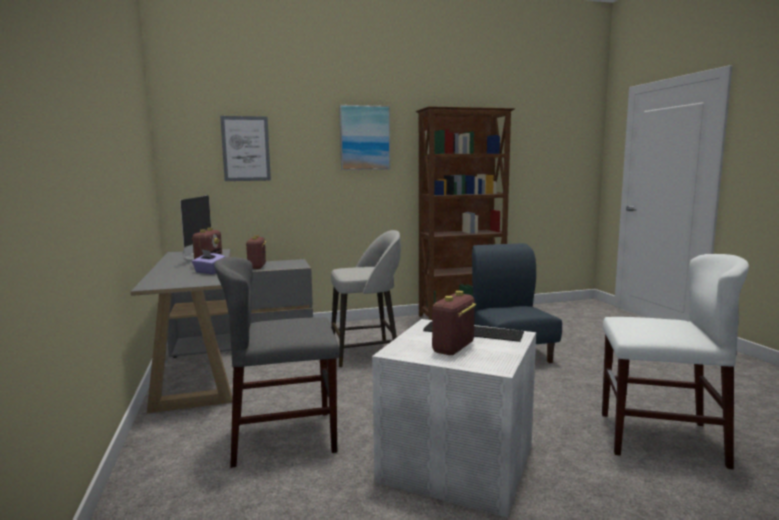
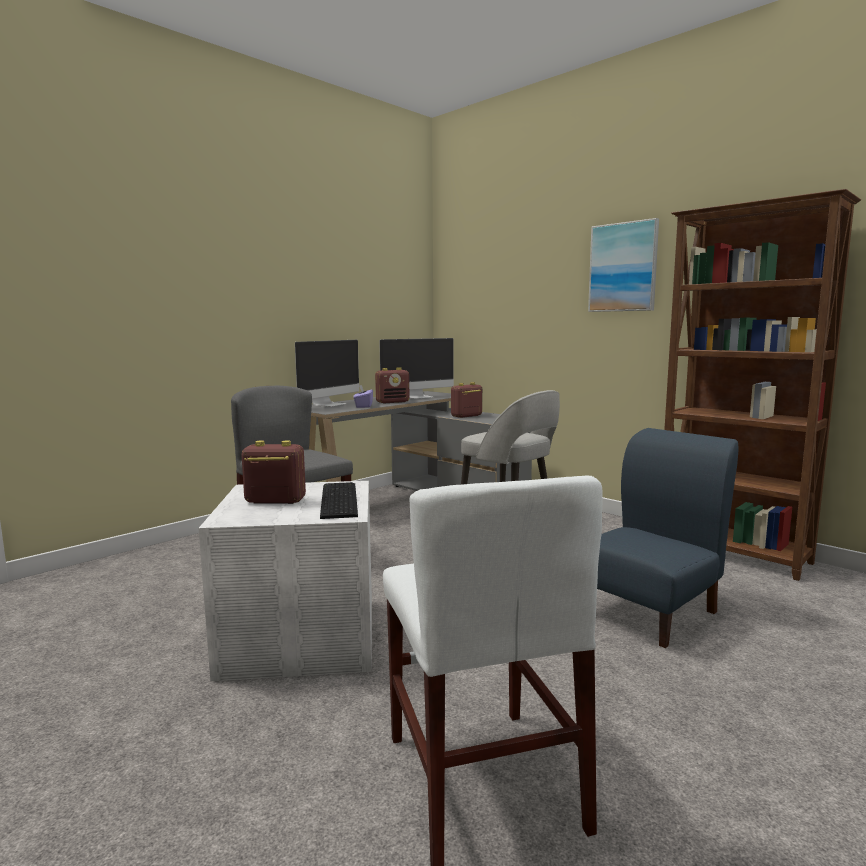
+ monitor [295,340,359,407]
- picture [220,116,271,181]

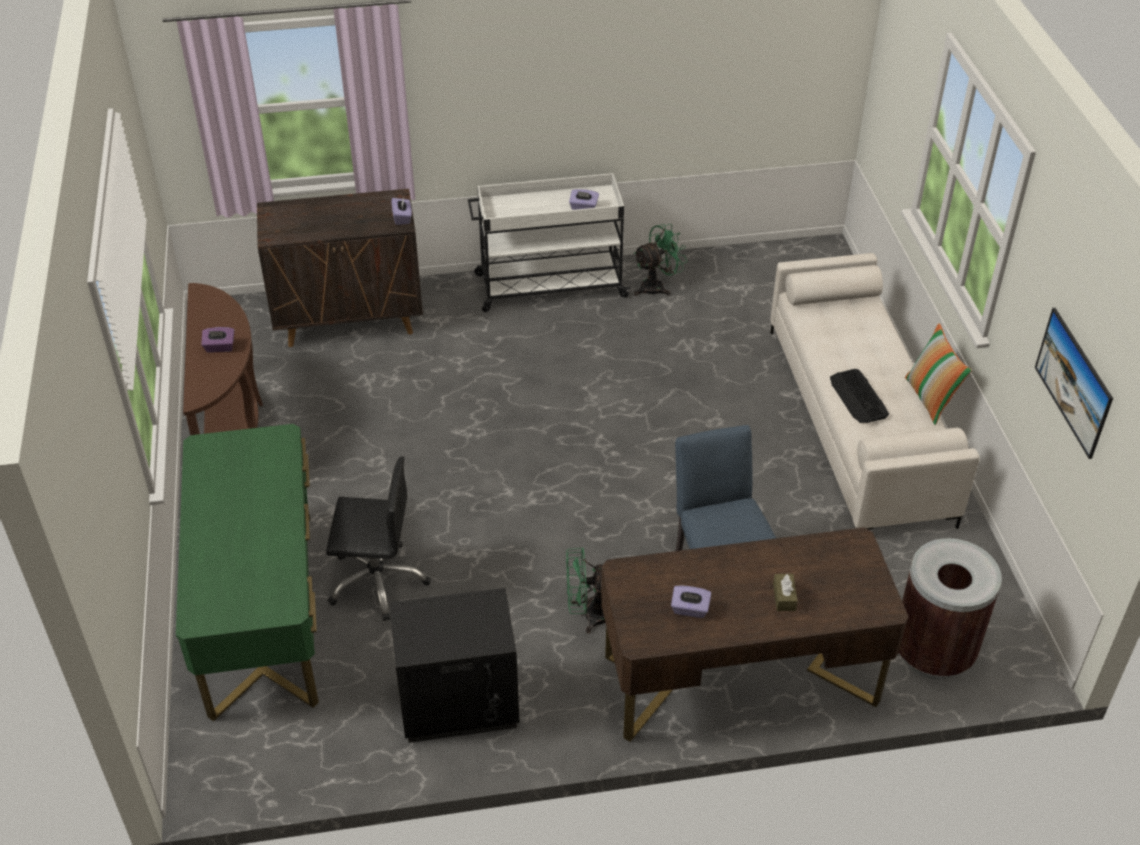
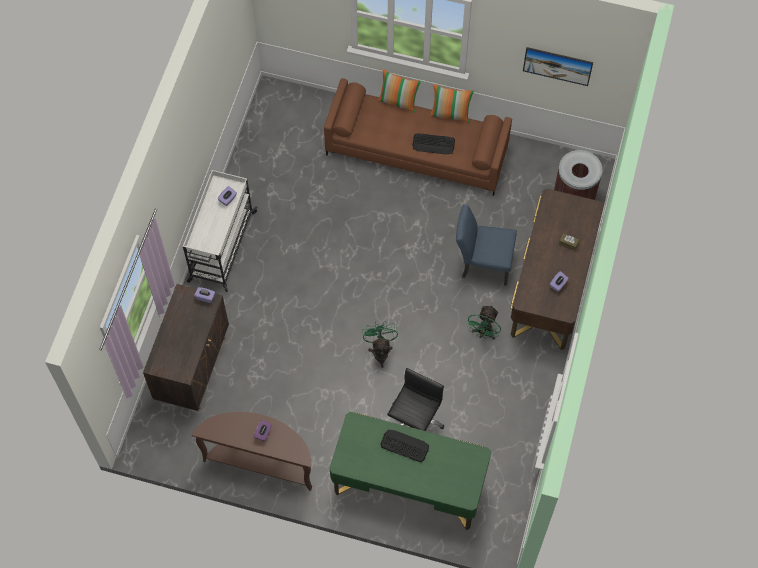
~ white sofa [770,253,979,530] to brown sofa [324,78,512,196]
~ green fan [634,224,687,296] to [362,321,398,368]
+ pillow [378,69,421,113]
+ keyboard [381,430,429,462]
- black nightstand [390,588,520,743]

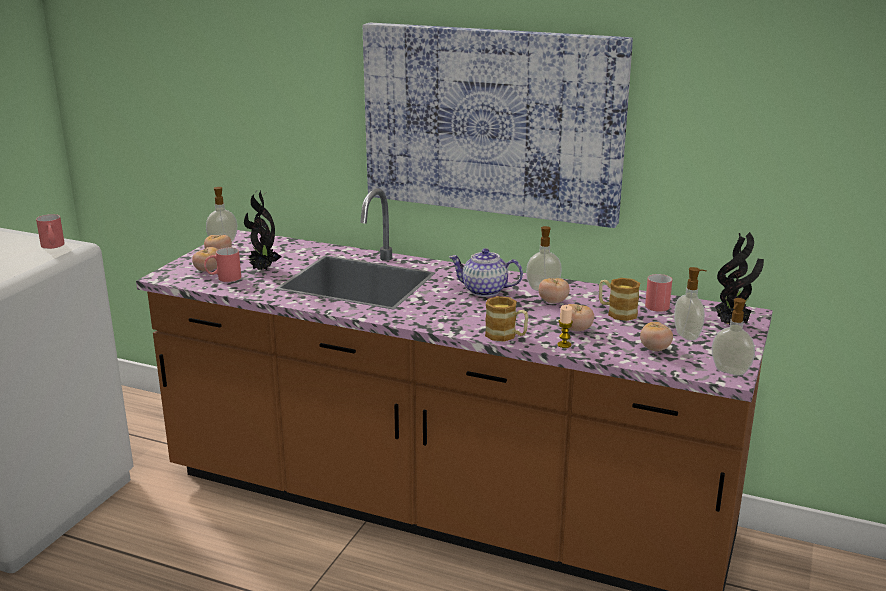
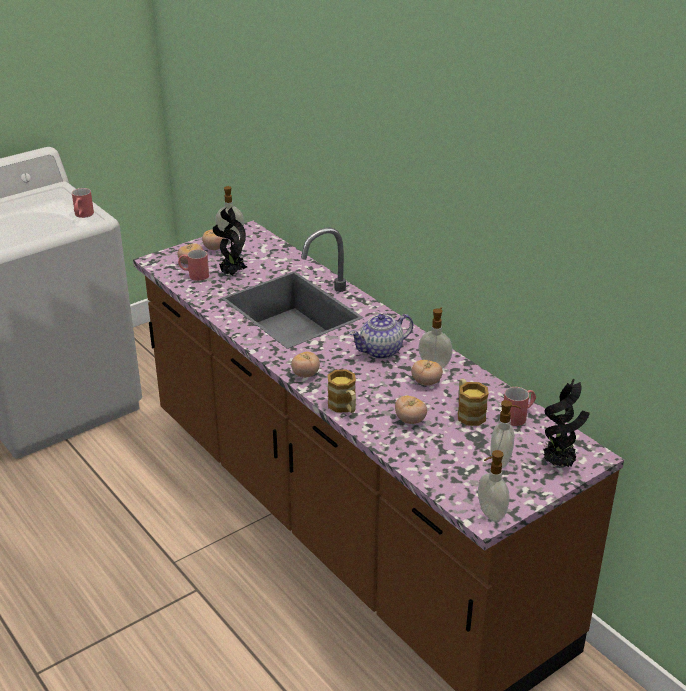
~ tomato [640,322,673,351] to [291,352,320,378]
~ teapot [449,248,523,297] = [349,314,413,359] 75 degrees counterclockwise
- picture [363,23,633,228]
- candle [557,305,573,348]

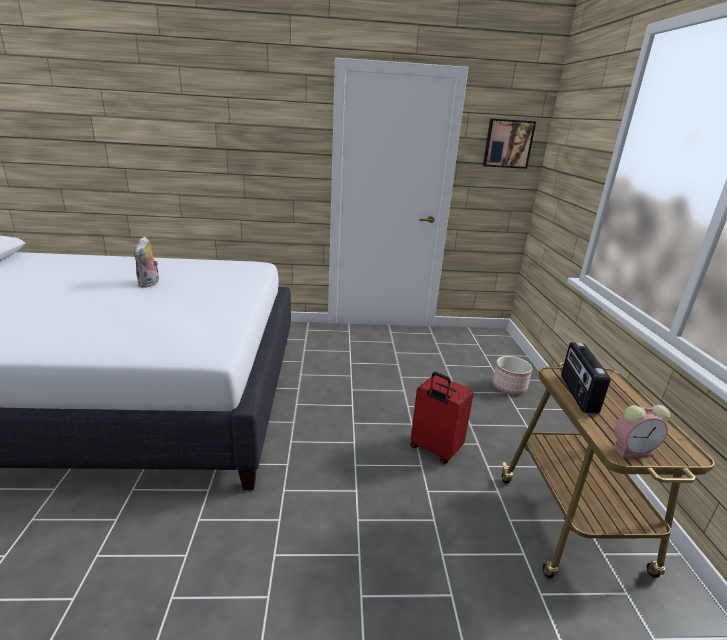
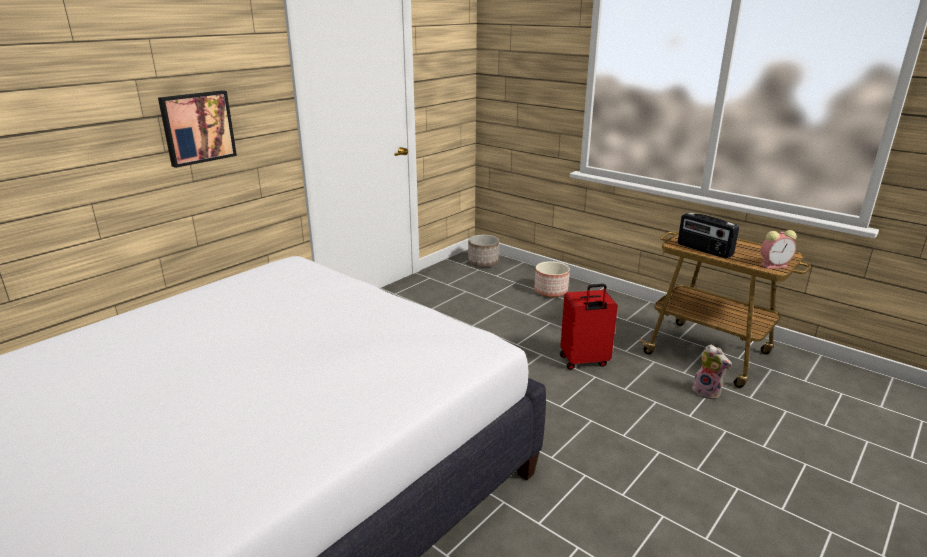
~ picture [483,119,536,169] to [158,90,237,168]
+ planter [468,235,499,267]
~ plush toy [134,236,159,288] to [691,344,732,400]
~ alarm clock [612,405,670,458] = [760,230,797,269] 45 degrees clockwise

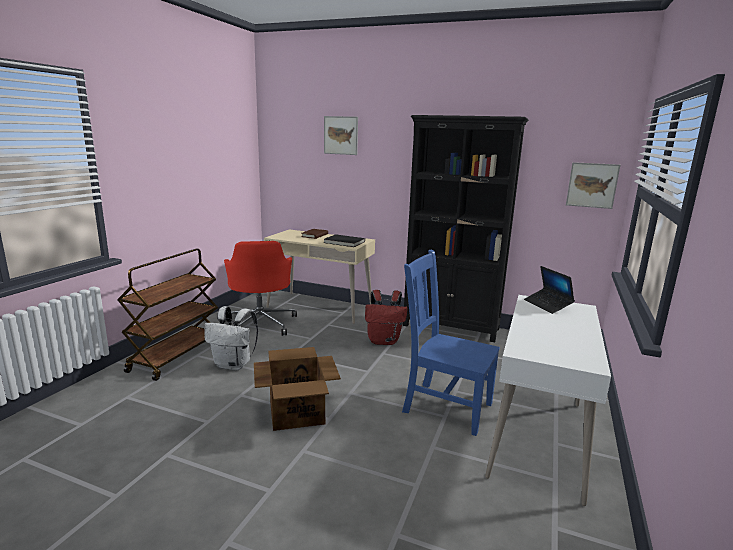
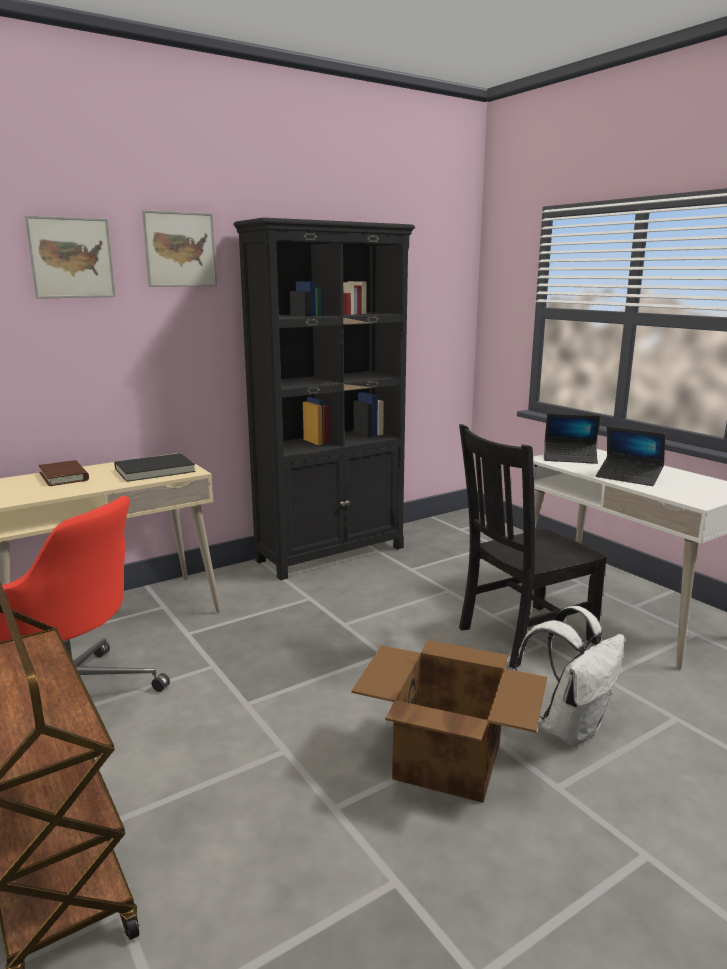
~ picture [566,162,620,209] to [142,210,217,287]
~ blue chair [402,249,500,436] to black chair [459,424,607,669]
~ white backpack [204,306,258,370] to [515,606,625,746]
+ laptop [596,427,665,486]
- red backpack [365,290,408,345]

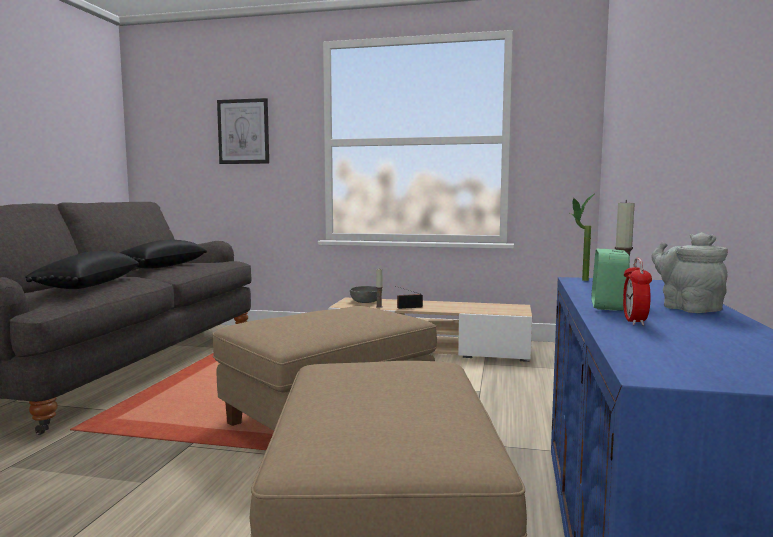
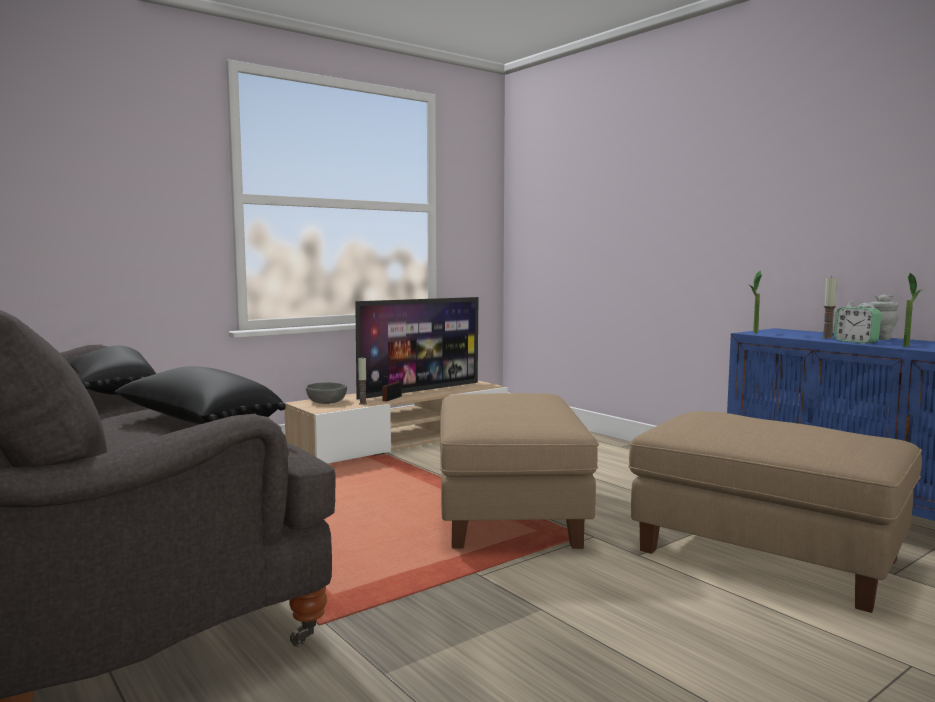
+ television [355,297,478,400]
~ alarm clock [623,258,652,326] to potted plant [903,273,923,347]
- picture [217,98,269,164]

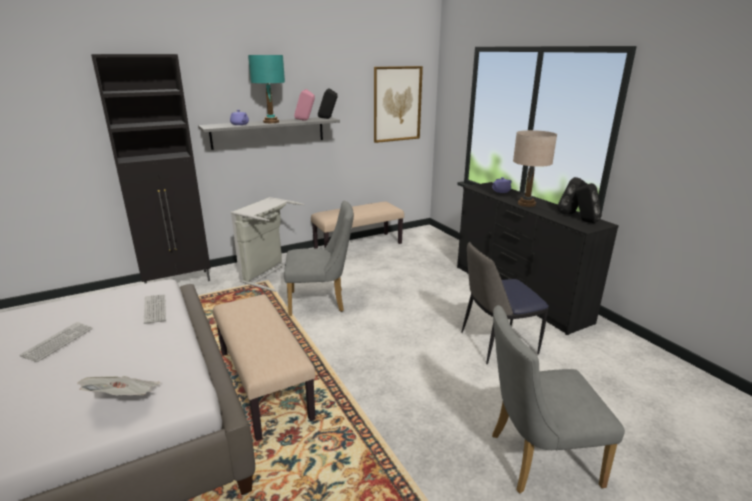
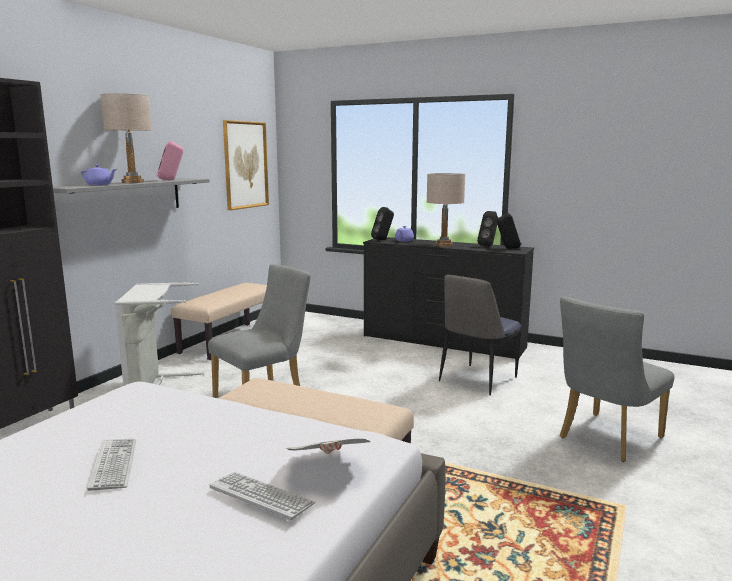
~ turquoise table lamp [248,55,285,123] to beige table lamp [100,93,152,183]
~ keyboard [144,295,166,324] to [209,472,316,520]
~ black speaker [318,88,338,119] to [371,207,394,240]

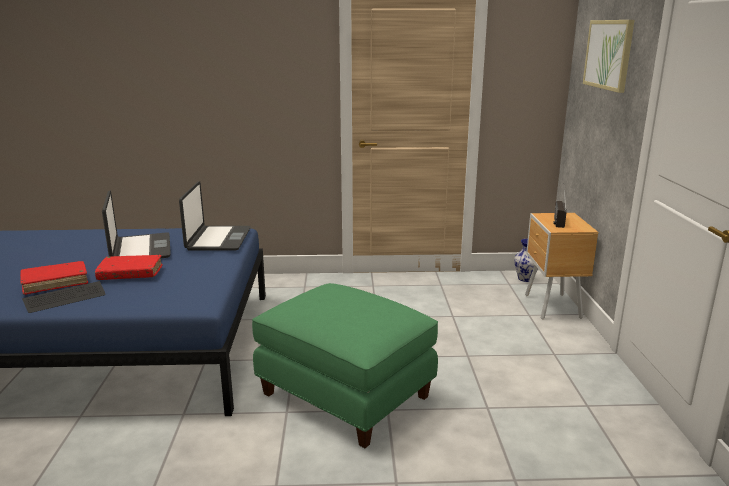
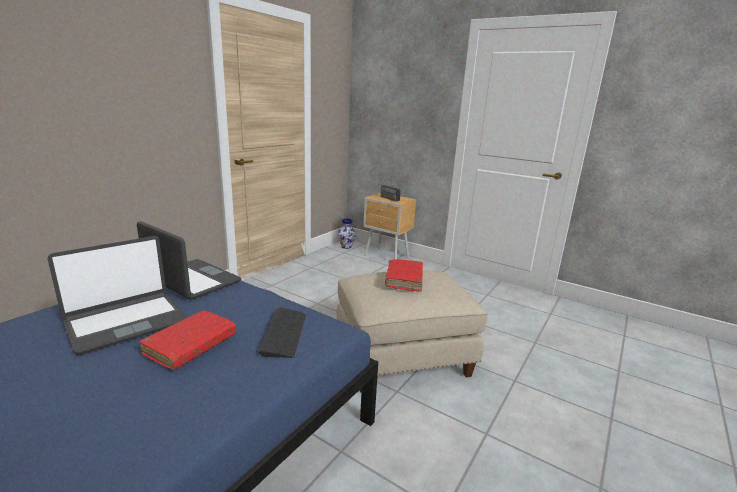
~ laptop [102,190,171,258] = [48,236,188,355] 120 degrees clockwise
~ keyboard [22,281,105,313] to [258,307,306,358]
~ green ottoman [252,283,438,448] to beige ottoman [337,270,488,393]
~ red book [20,261,88,295] to [385,259,423,291]
- picture [583,20,635,93]

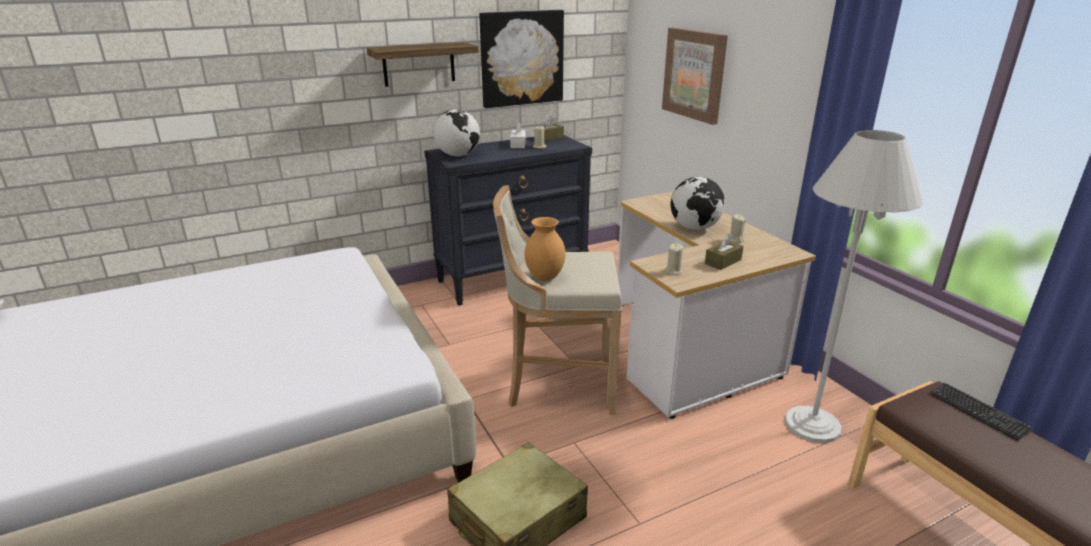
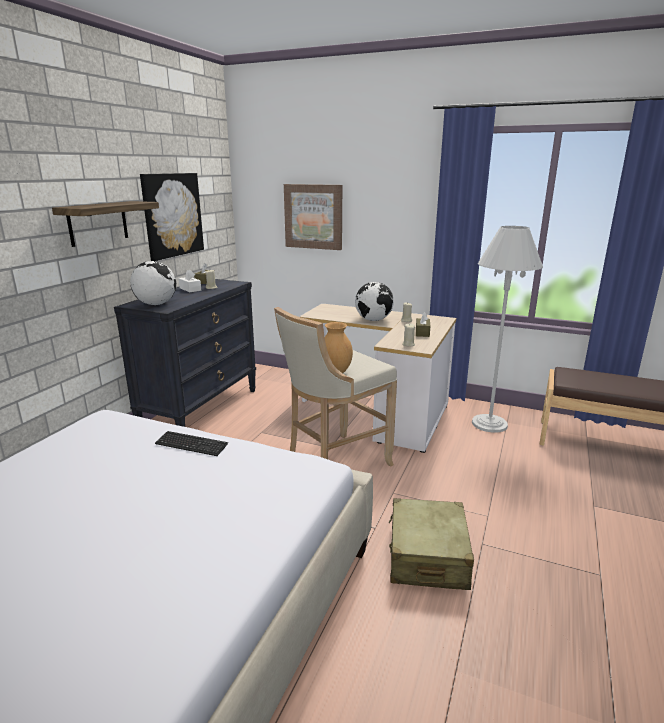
~ keyboard [929,382,1033,441] to [155,431,228,456]

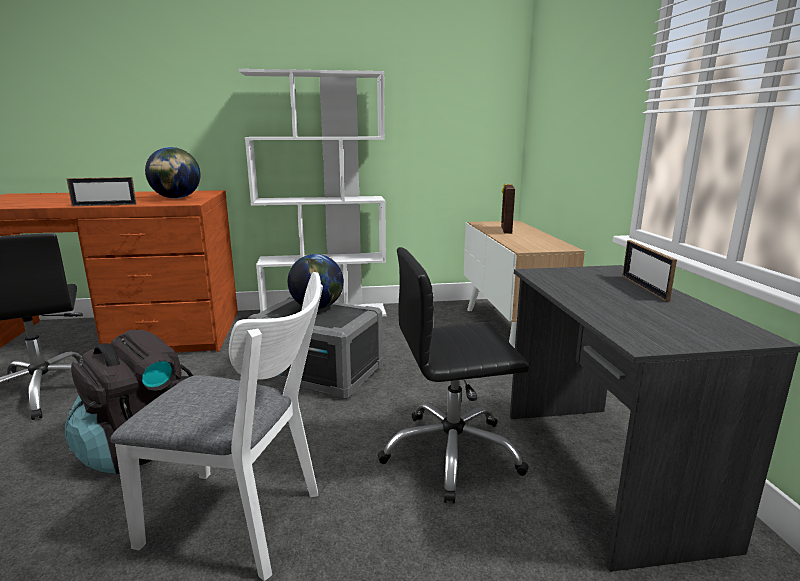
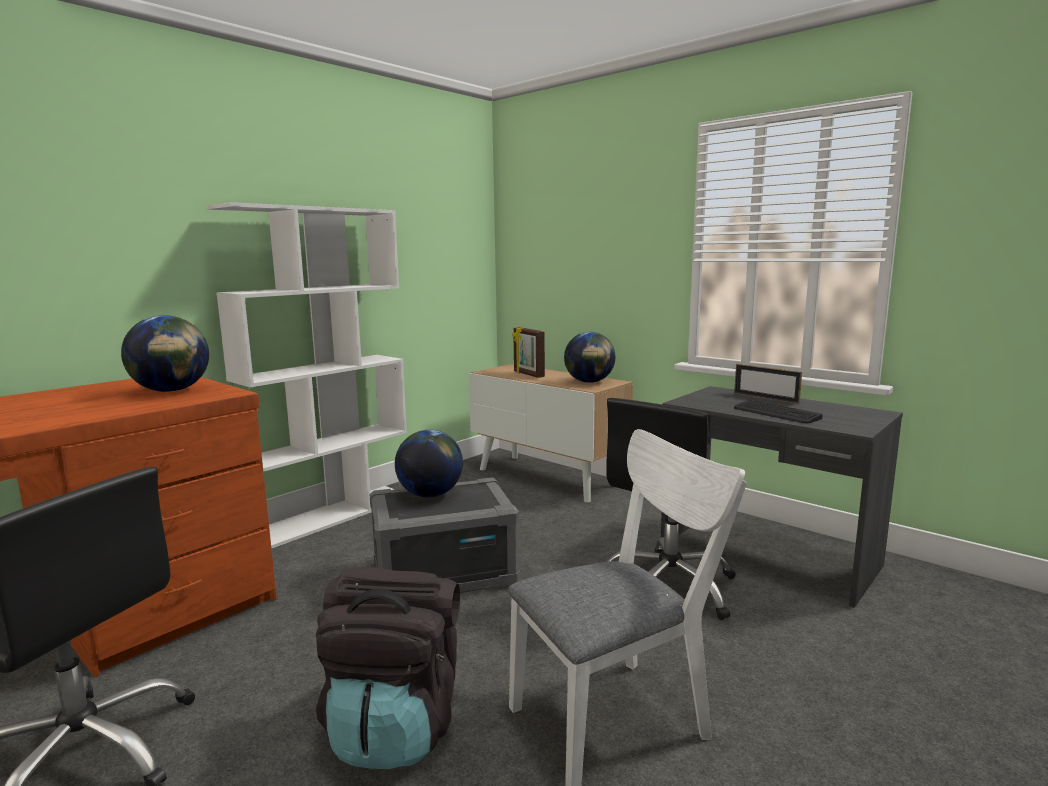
+ globe [564,332,615,383]
+ keyboard [734,400,823,424]
- picture frame [66,177,137,206]

